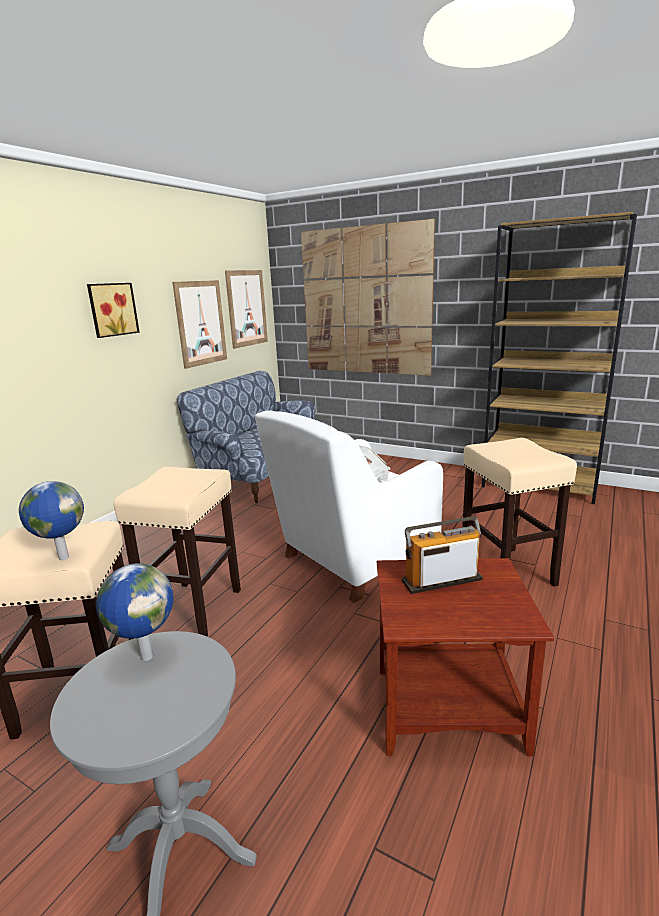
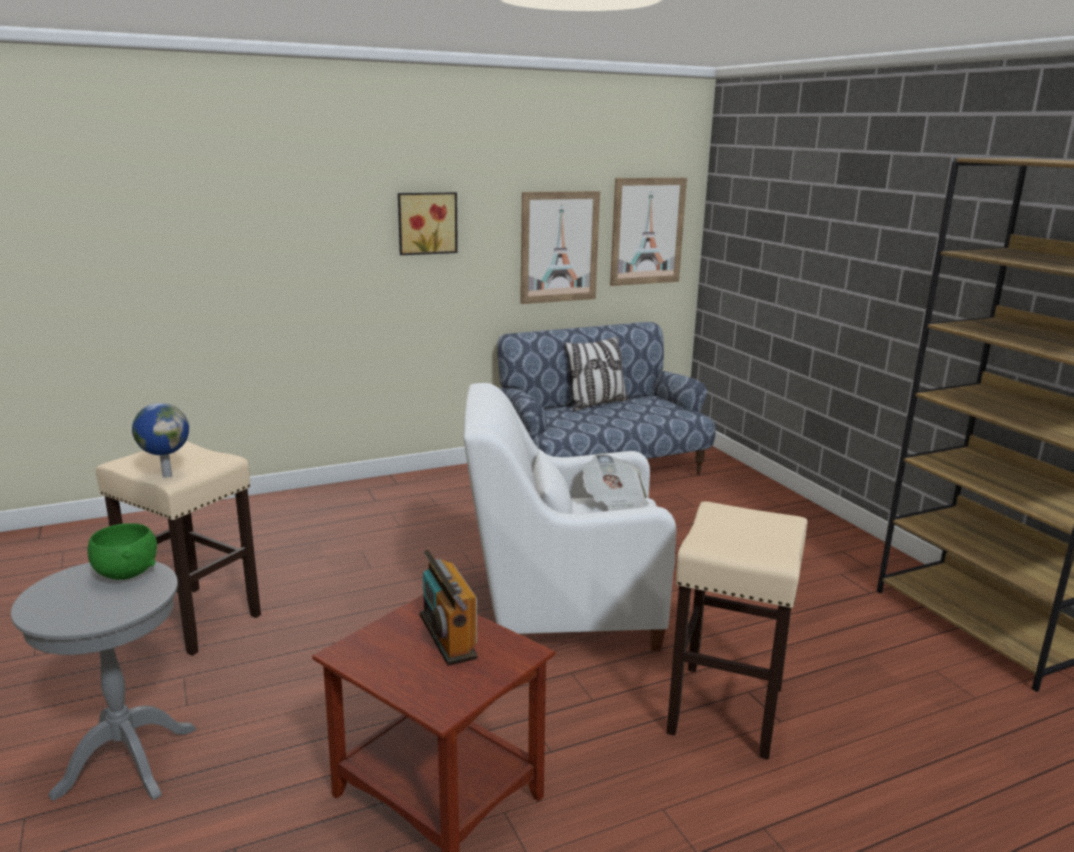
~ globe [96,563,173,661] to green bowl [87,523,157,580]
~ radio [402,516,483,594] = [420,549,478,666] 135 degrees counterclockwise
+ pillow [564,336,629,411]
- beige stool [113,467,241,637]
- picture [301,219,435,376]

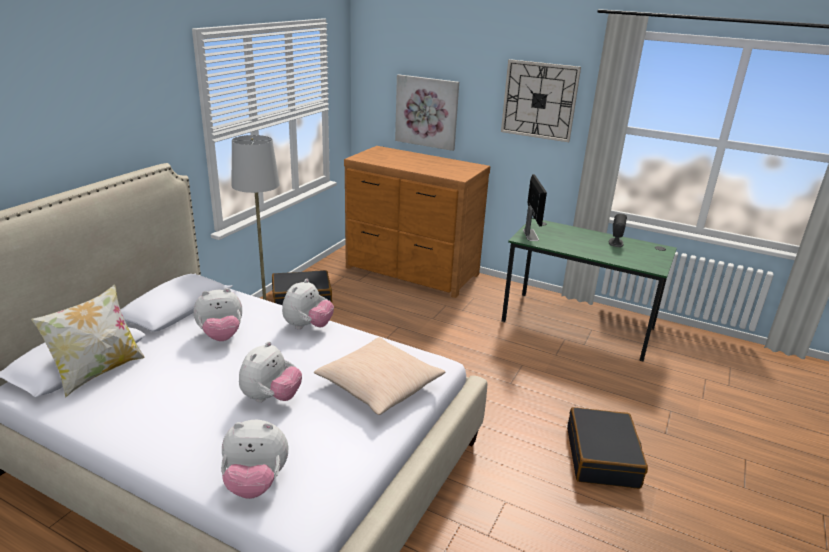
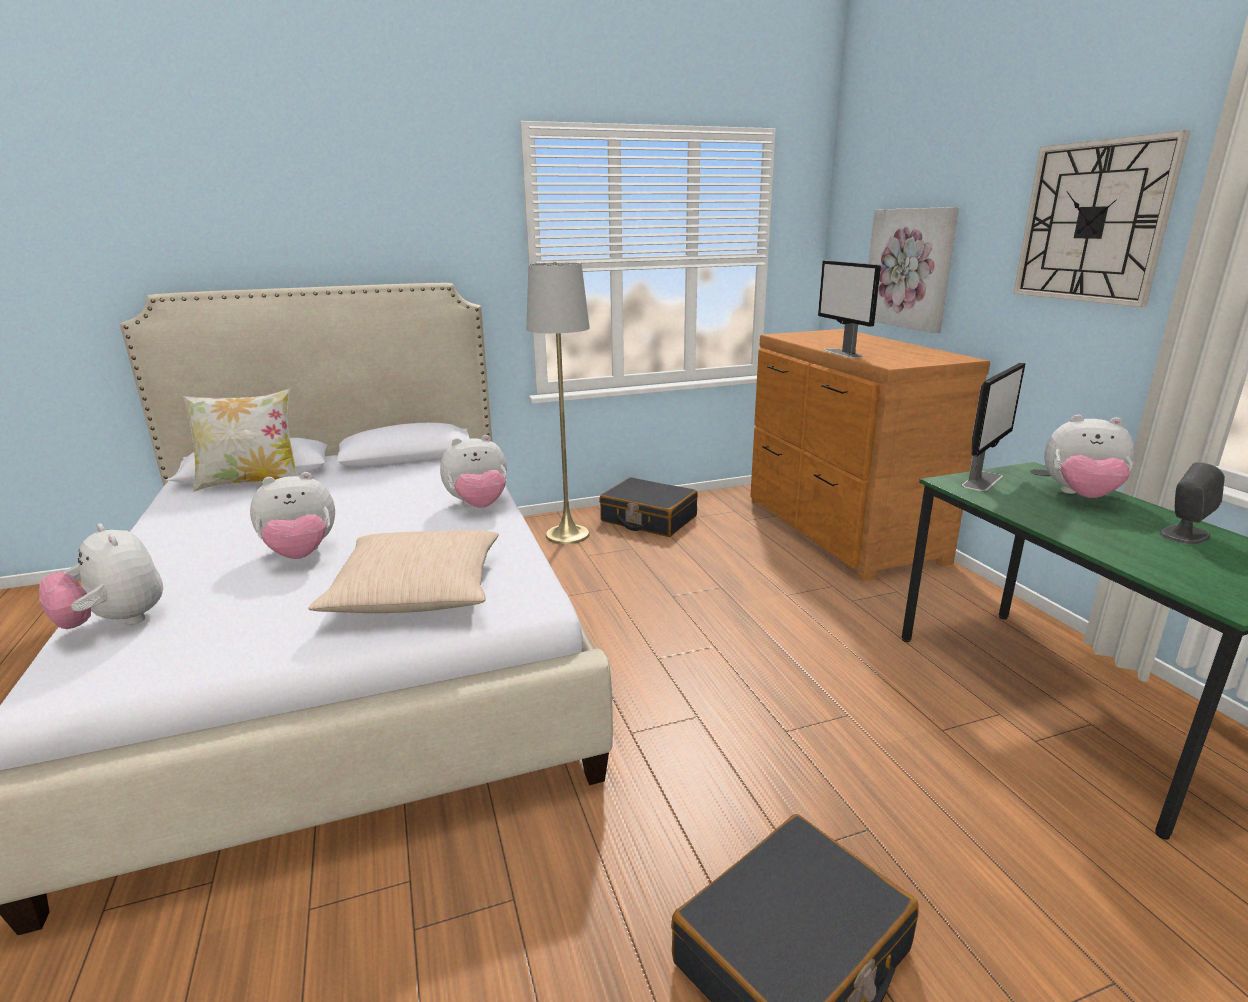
+ monitor [818,261,881,358]
~ plush toy [194,288,242,341] to [1044,415,1134,498]

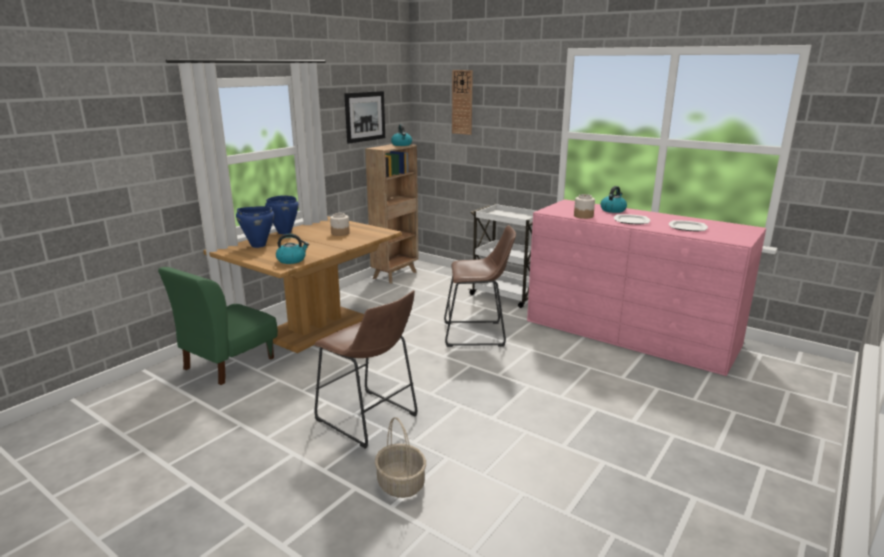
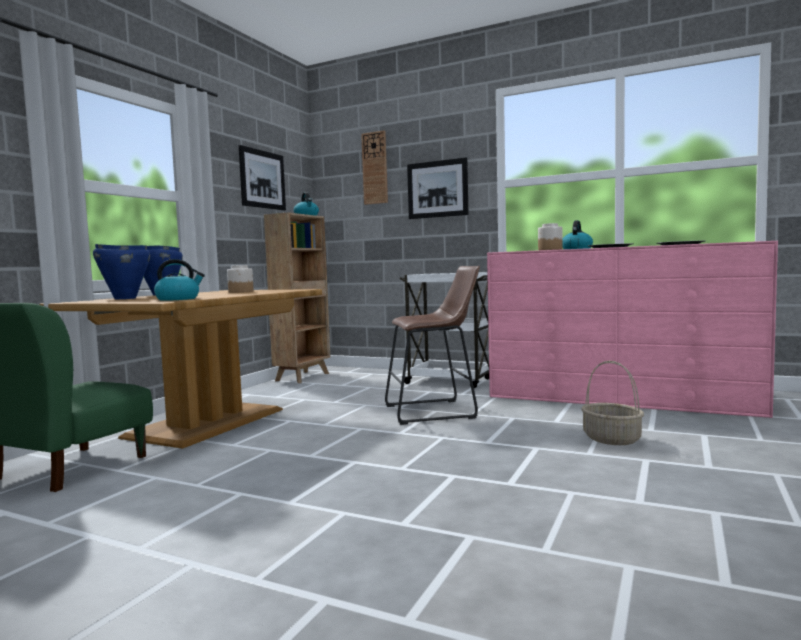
+ picture [407,157,469,219]
~ basket [375,417,426,498] to [581,361,644,445]
- brown stool [314,290,417,448]

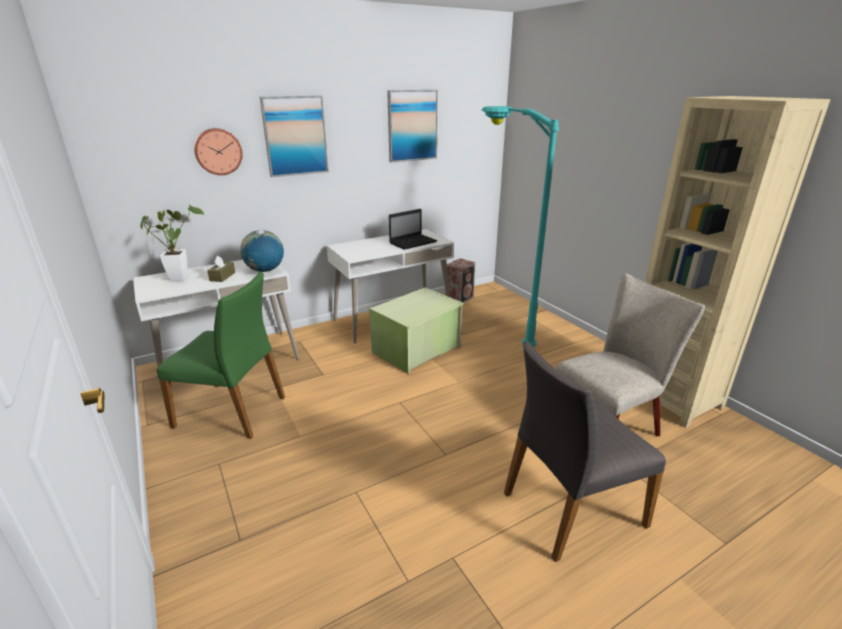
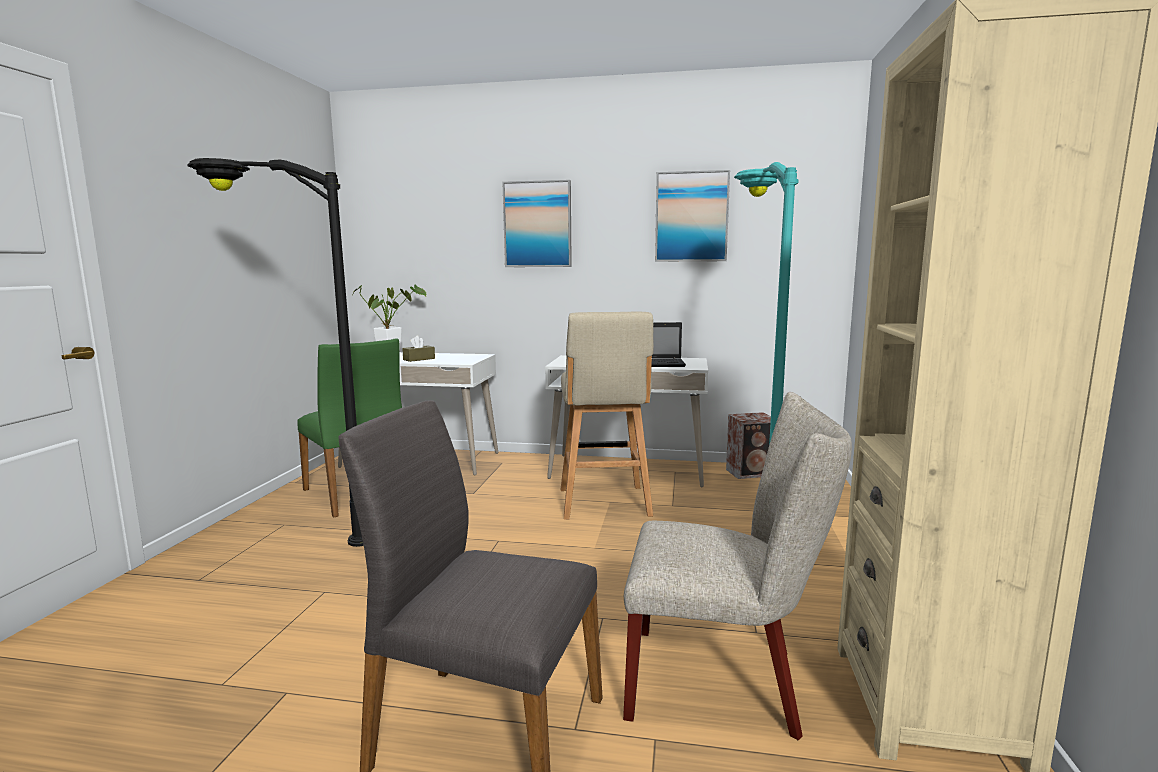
+ black floor lamp [187,158,364,547]
~ green storage box [369,287,464,374] to beige stool [561,312,654,520]
- wall clock [194,128,243,175]
- globe [240,230,284,272]

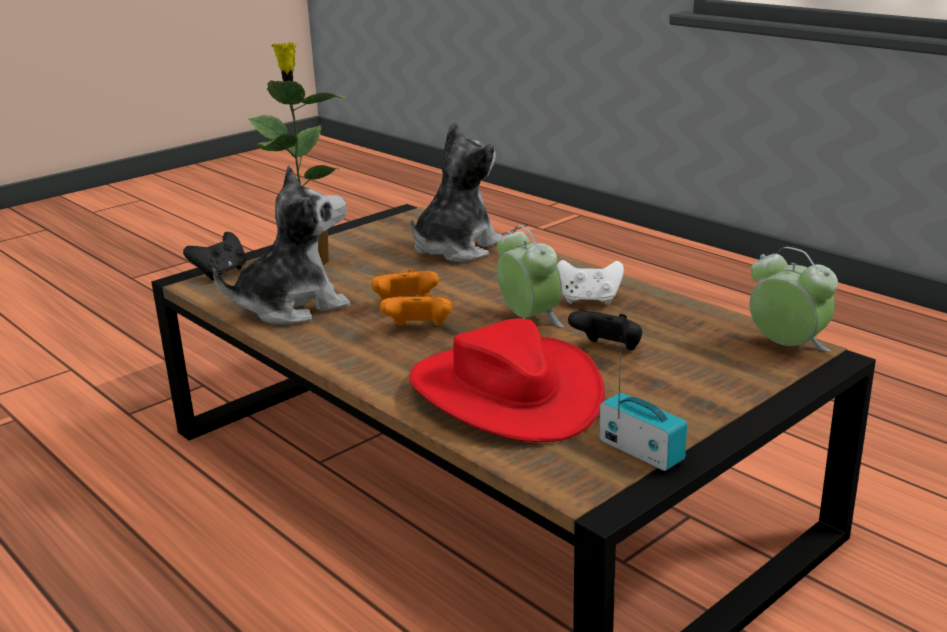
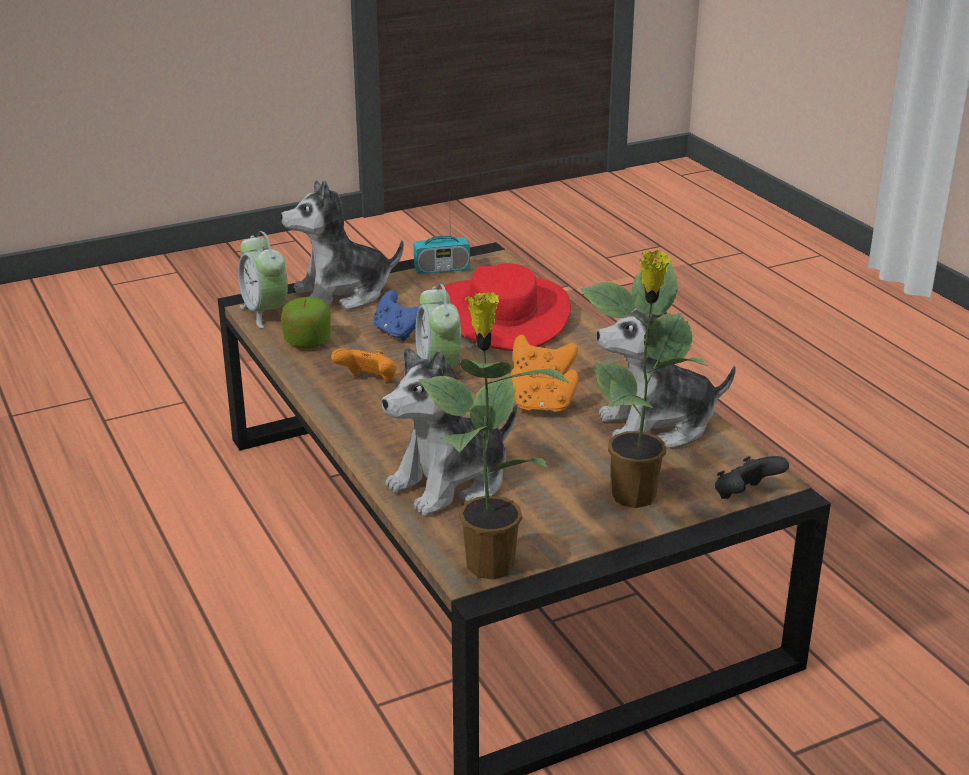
+ plush toy [281,180,404,310]
+ apple [281,297,331,349]
~ white game controller [557,260,624,305] to orange game controller [331,349,397,381]
~ black game controller [568,311,642,350] to blue game controller [373,290,420,341]
~ radio [599,345,687,471] = [414,189,470,274] 75 degrees counterclockwise
+ potted plant [418,292,571,580]

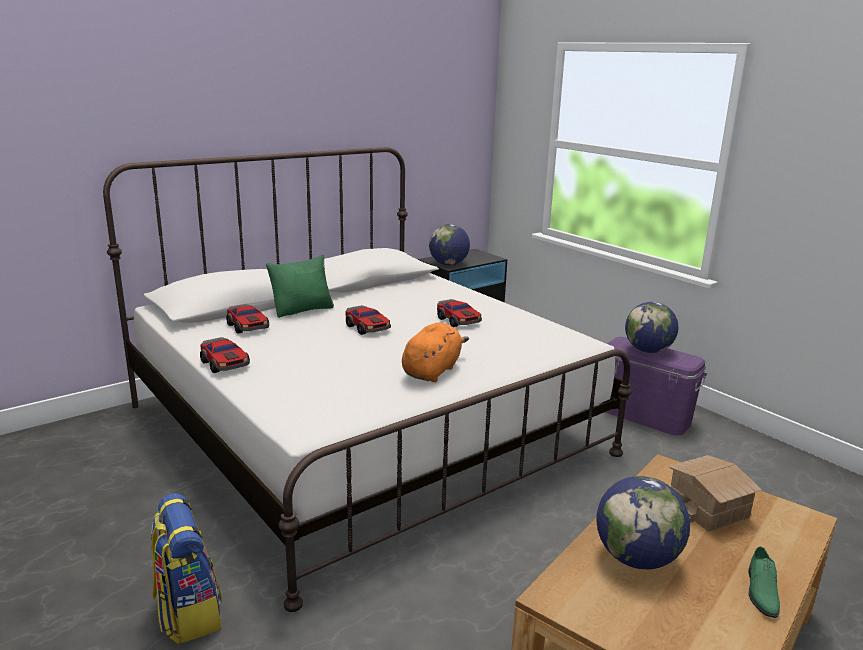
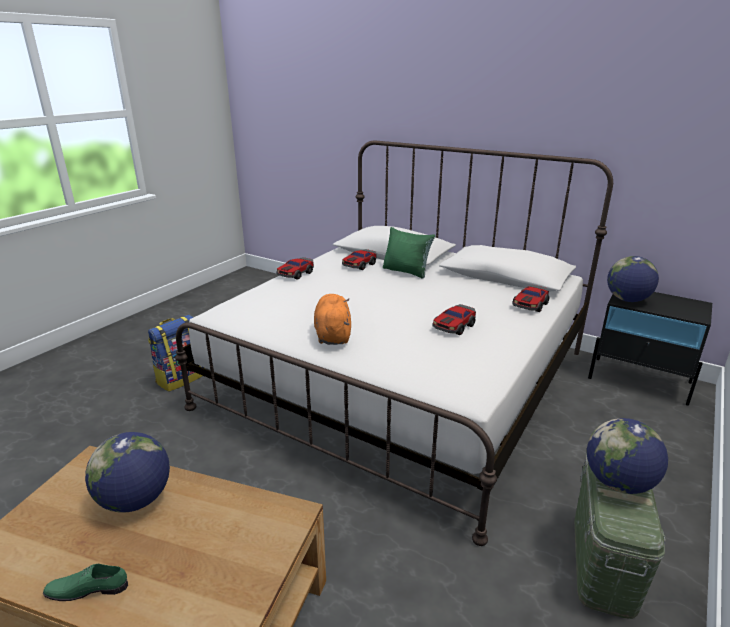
~ orange plush toy [402,323,469,382] = [314,294,351,345] 105 degrees counterclockwise
~ toy car [346,305,391,335] to [512,285,549,312]
~ purple storage box [599,337,707,435] to green storage box [574,454,666,619]
- toy house [668,455,762,532]

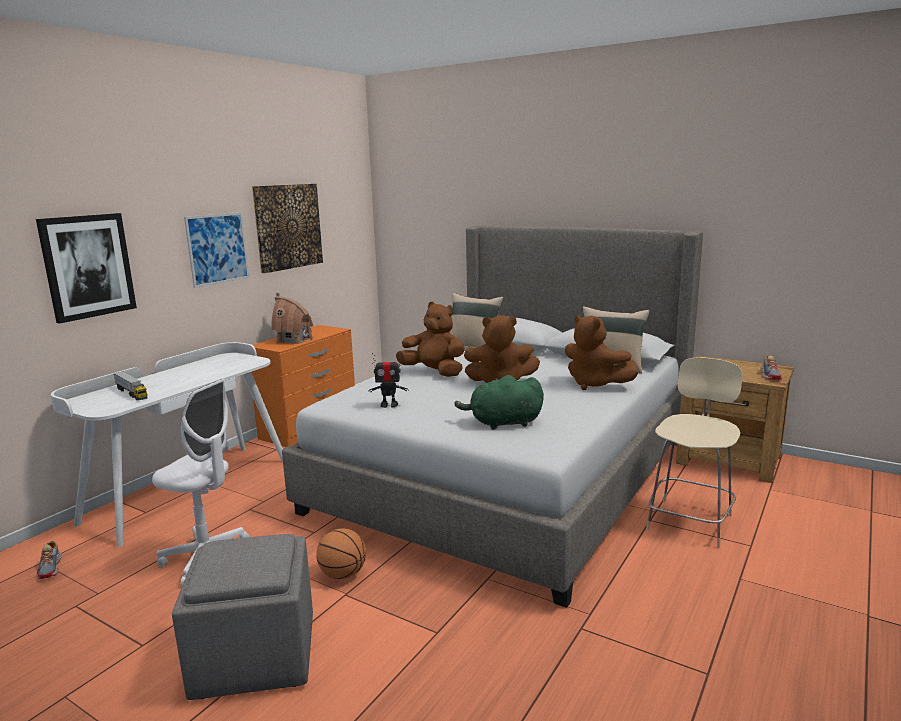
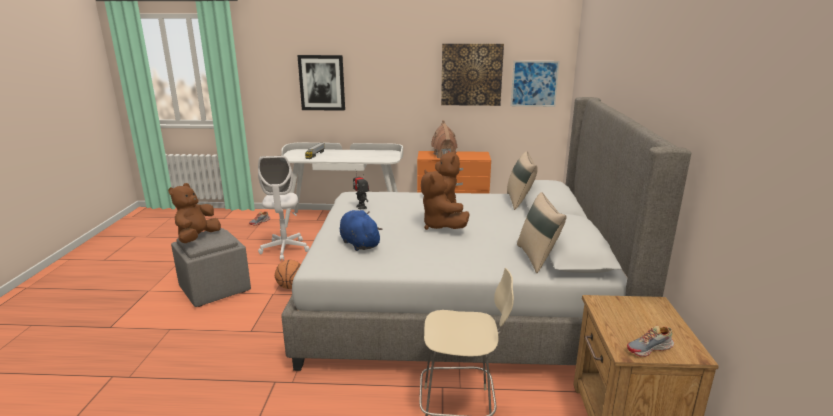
~ brown plush toy [565,315,638,390] to [168,183,221,243]
~ green plush toy [454,375,544,430] to blue plush toy [340,210,382,251]
~ picture [184,212,249,288] to [511,61,560,107]

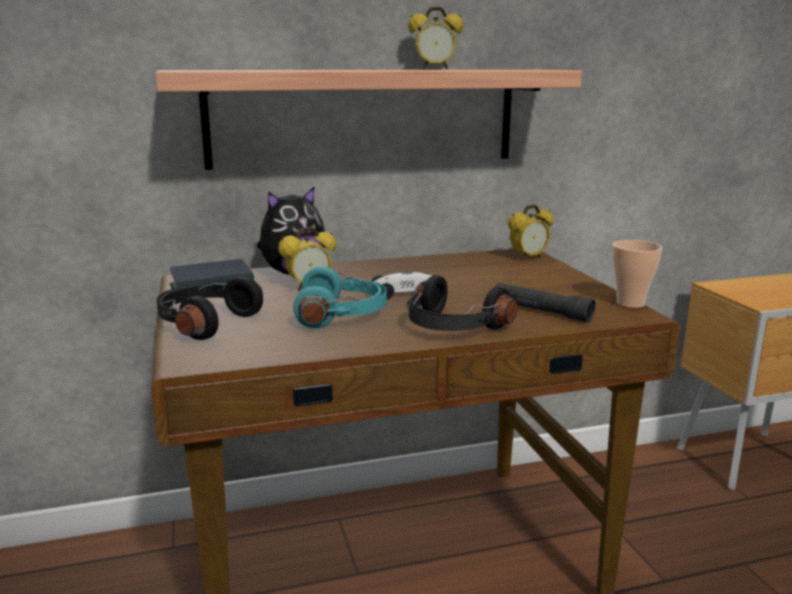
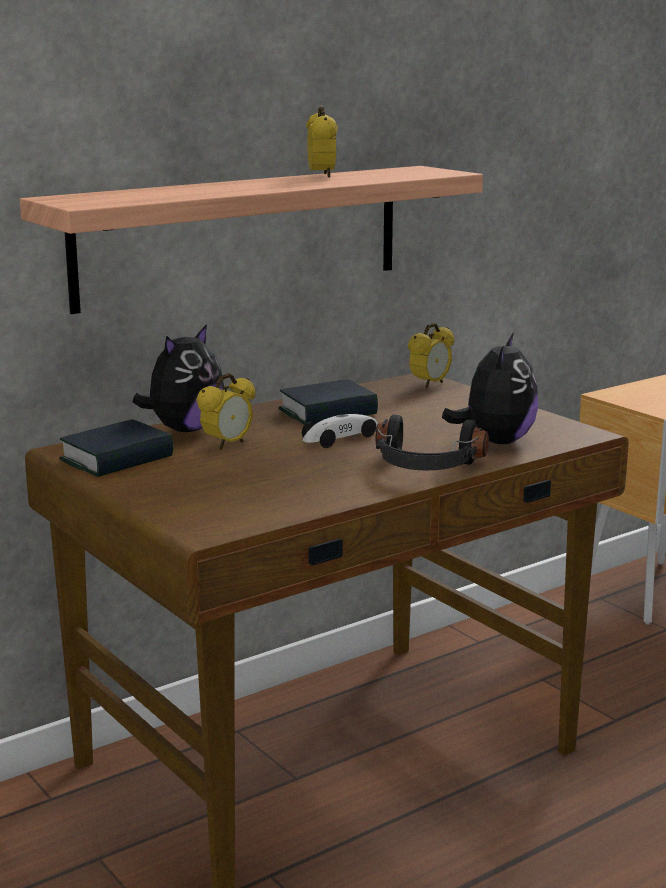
+ book [278,379,378,425]
~ alarm clock [408,6,463,69] = [306,106,338,177] 75 degrees counterclockwise
~ black flashlight [495,283,596,322] to plush toy [442,332,539,444]
- black headphones [156,277,263,340]
- turquoise headphones [293,267,387,328]
- cup [612,240,662,308]

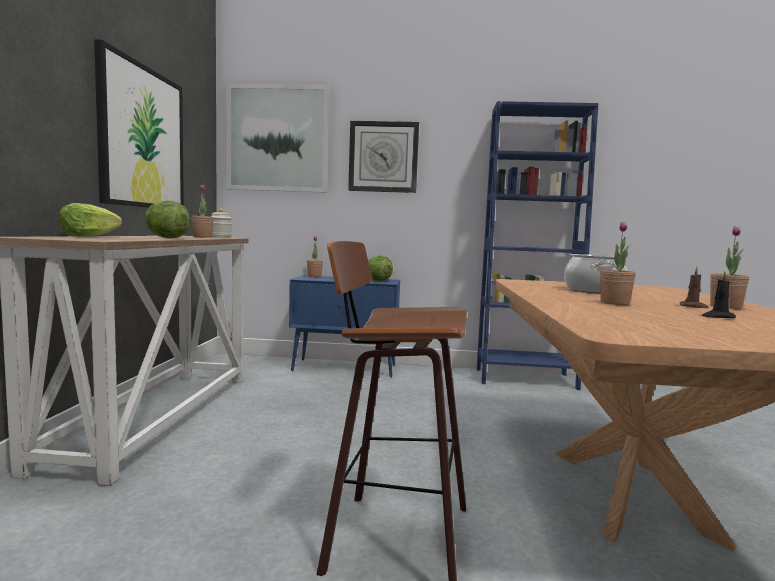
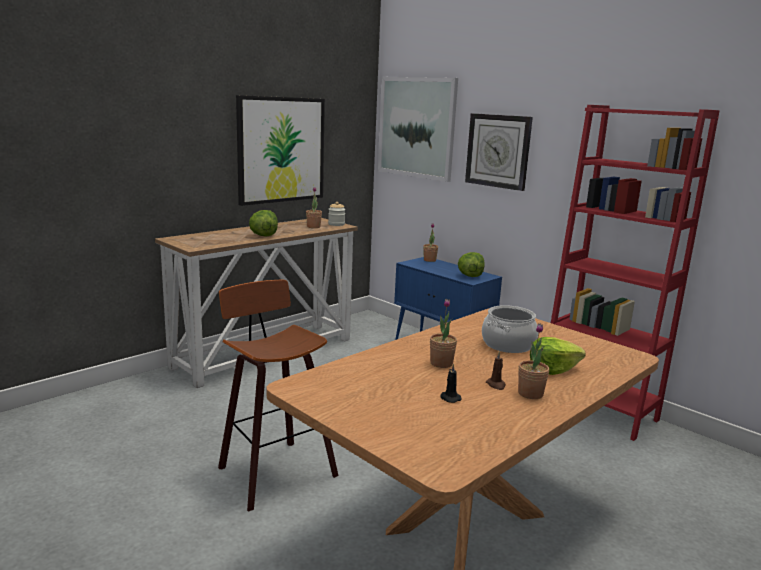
~ lettuce [59,203,122,237] to [530,337,586,375]
~ blue bookcase [477,101,598,390] to red bookcase [551,105,720,441]

